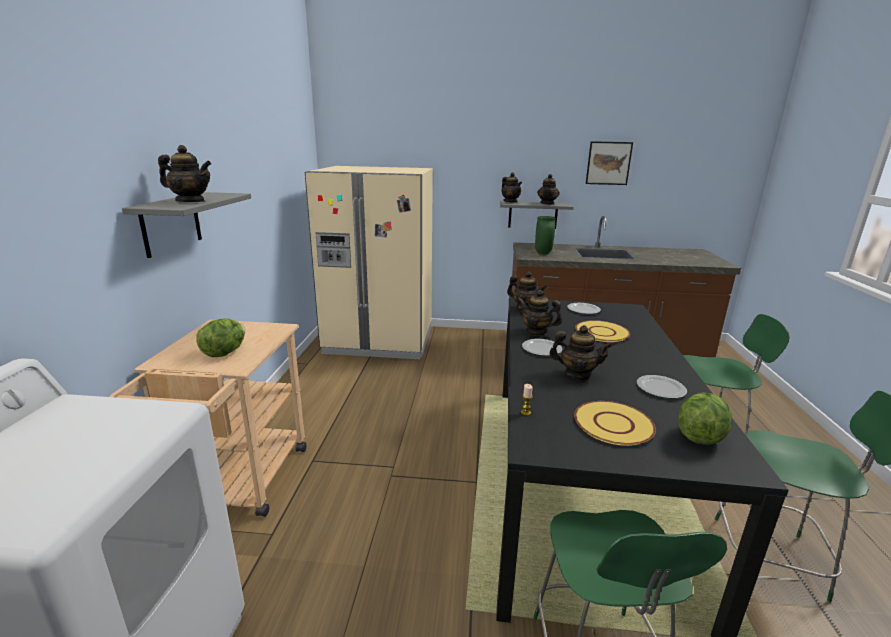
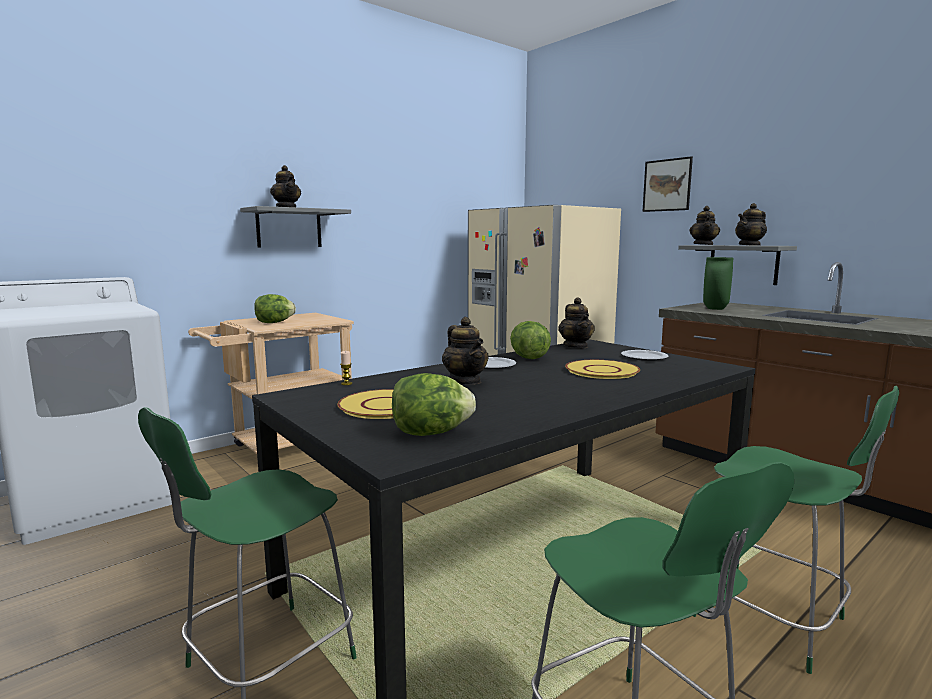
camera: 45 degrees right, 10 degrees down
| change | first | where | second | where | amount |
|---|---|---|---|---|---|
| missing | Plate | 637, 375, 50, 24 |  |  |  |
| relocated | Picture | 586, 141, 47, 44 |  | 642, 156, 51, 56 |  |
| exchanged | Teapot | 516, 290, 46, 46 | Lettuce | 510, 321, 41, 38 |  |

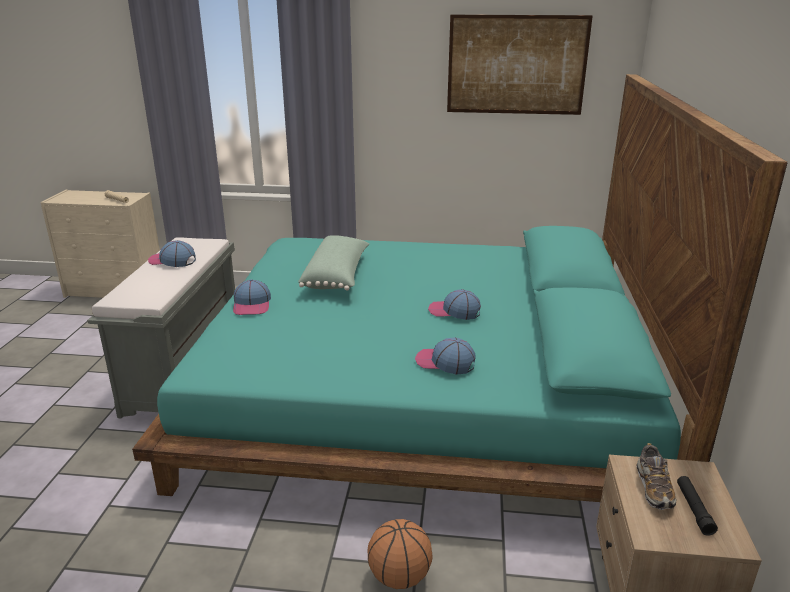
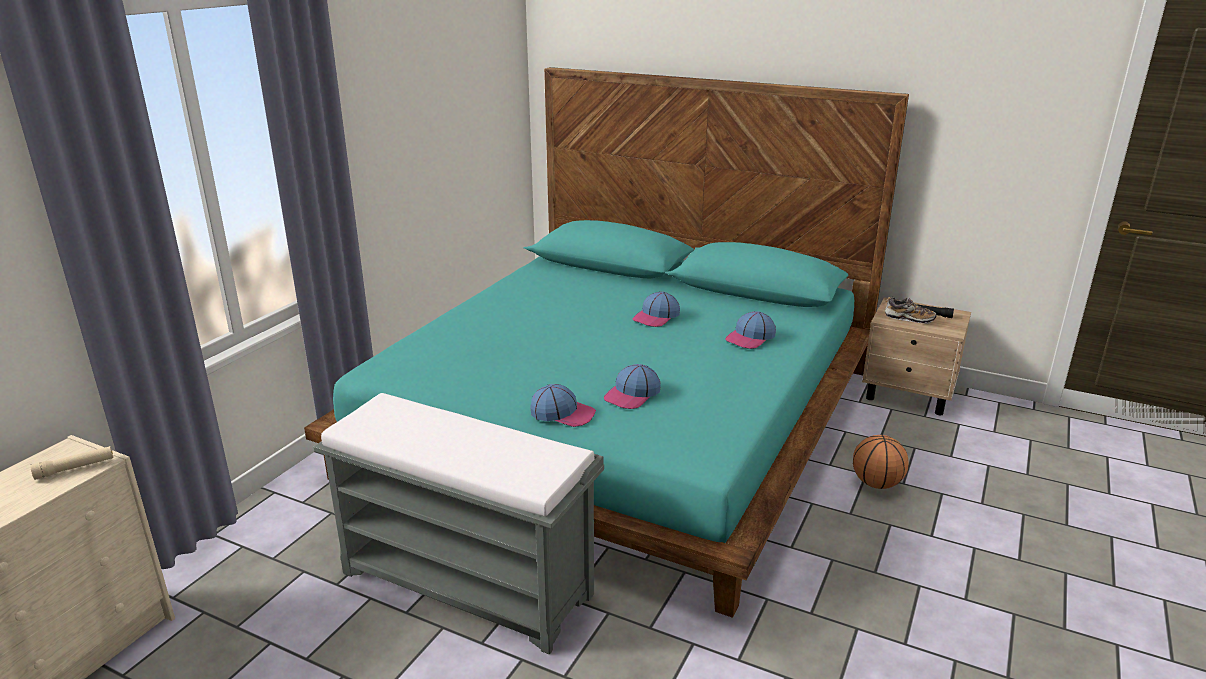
camera: 70 degrees left, 0 degrees up
| change | first | where | second | where | amount |
|---|---|---|---|---|---|
| missing | GreenPillow | 298, 235, 71, 56 |  |  |  |
| missing | Picture | 447, 15, 146, 100 |  |  |  |
| relocated | Cap | 148, 240, 48, 27 |  | 604, 364, 57, 45 |  |

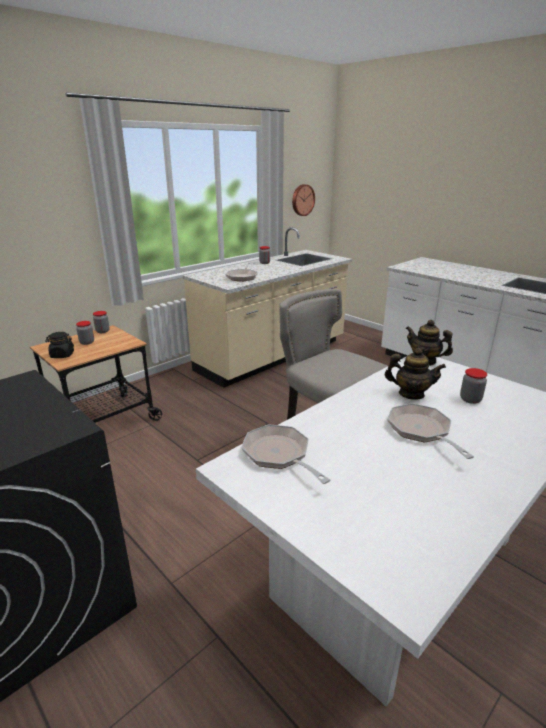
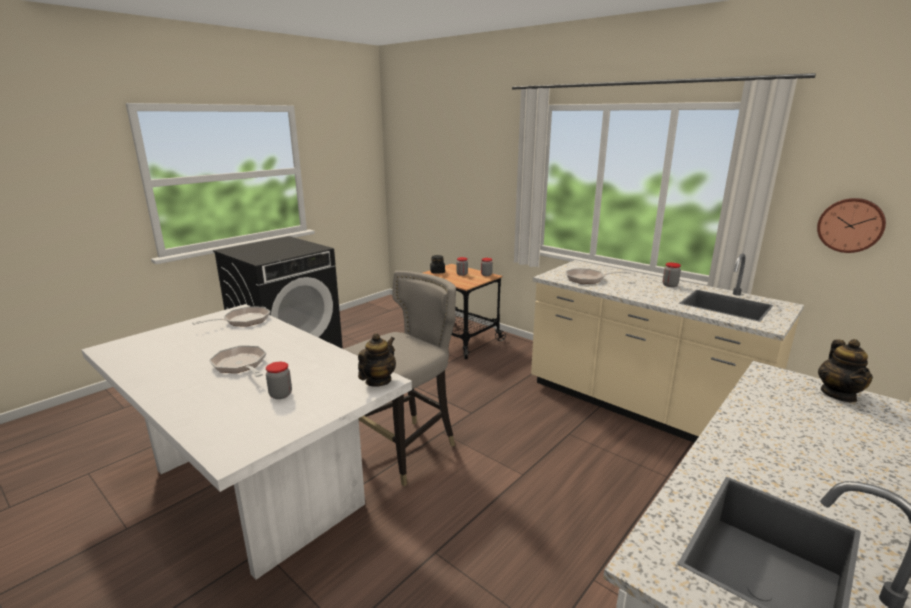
camera: 85 degrees right, 5 degrees down
| change | first | where | second | where | amount |
|---|---|---|---|---|---|
| relocated | Teapot | 385, 348, 61, 52 |  | 818, 339, 55, 64 |  |
| spun | FryingPan | 387, 403, 87, 56 |  | 209, 345, 57, 32 | 105 degrees counterclockwise |

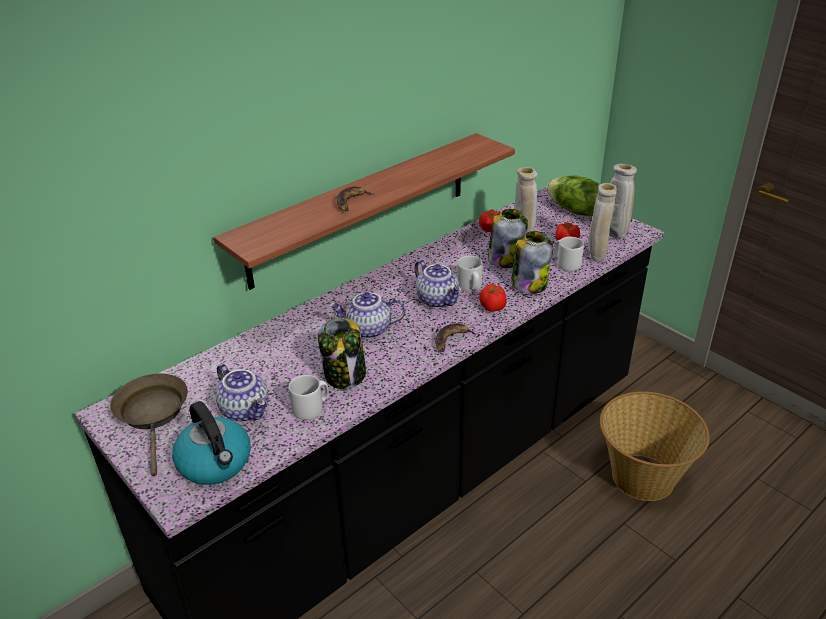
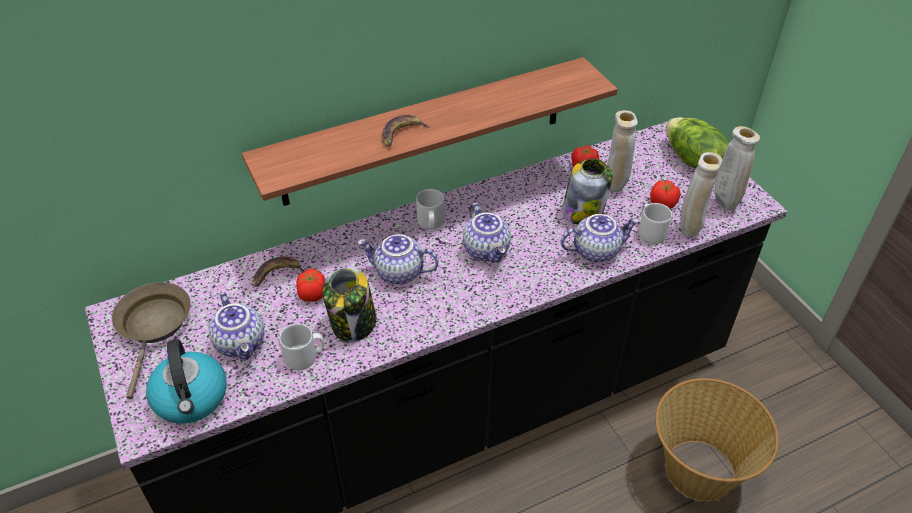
camera: 15 degrees right, 10 degrees up
| change | first | where | second | where | amount |
|---|---|---|---|---|---|
| relocated | Banana | 435, 323, 43, 29 |  | 253, 256, 52, 31 |  |
| relocated | GreyMug | 457, 256, 26, 36 |  | 416, 189, 29, 40 |  |
| relocated | Tomato | 479, 284, 28, 28 |  | 296, 269, 29, 33 |  |
| exchanged | Jar | 511, 231, 42, 63 | Teapot | 560, 214, 79, 49 |  |

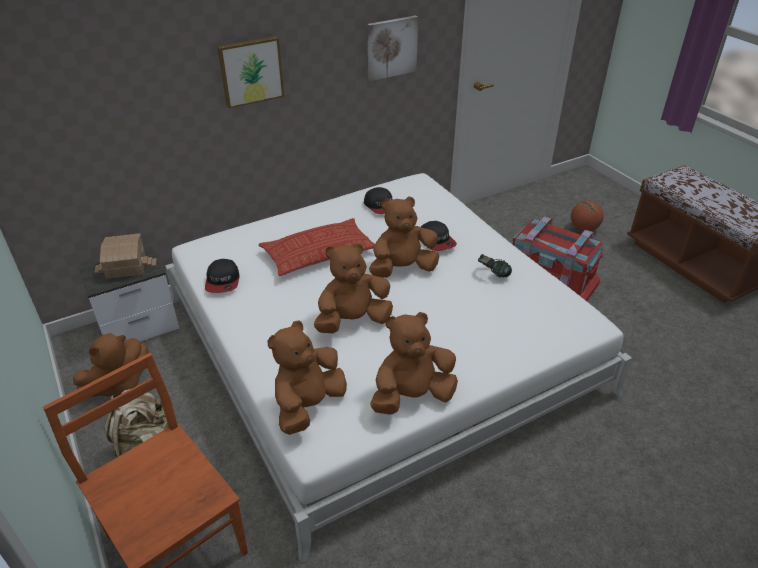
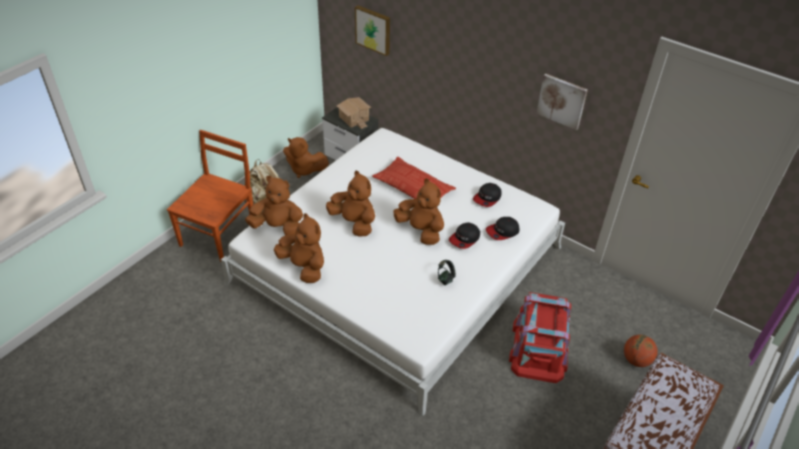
camera: 65 degrees right, 5 degrees up
| change | first | where | second | where | amount |
|---|---|---|---|---|---|
| relocated | Cap | 205, 259, 34, 34 |  | 486, 217, 33, 23 |  |
| relocated | Picture | 217, 36, 67, 73 |  | 355, 5, 35, 51 |  |

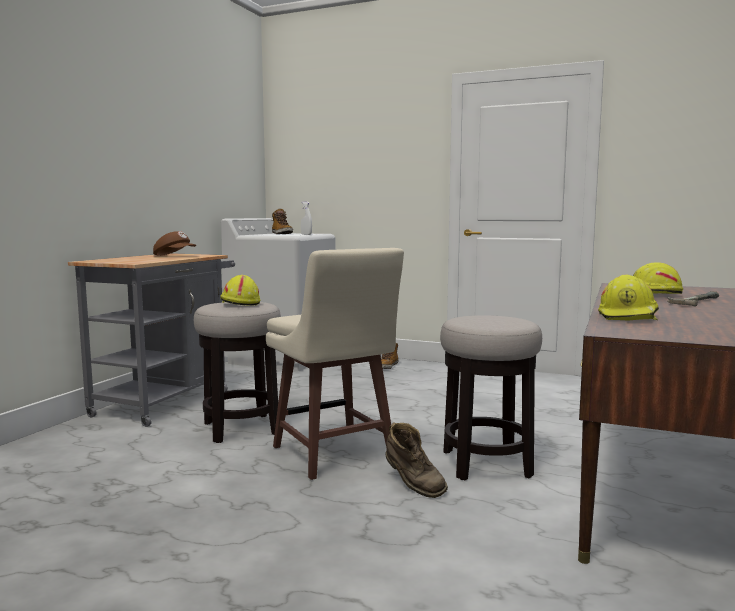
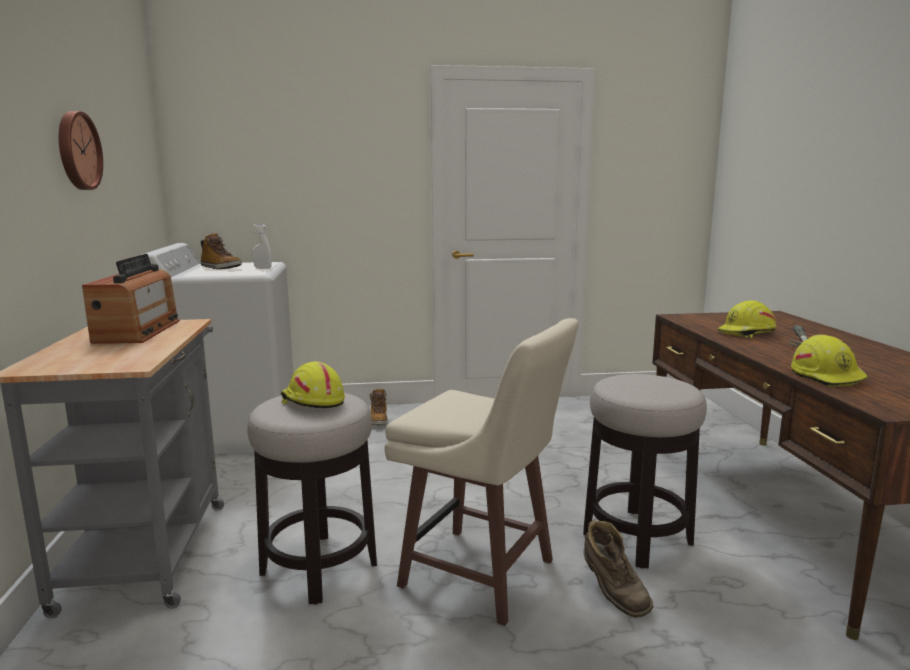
camera: 30 degrees left, 5 degrees up
| change | first | where | second | where | amount |
|---|---|---|---|---|---|
| appeared |  |  | WallClock | 59, 111, 44, 79 |  |
| exchanged | BrownCap | 153, 231, 43, 25 | Radio | 82, 254, 98, 90 |  |
| spun | BrownBoot | 386, 422, 62, 76 |  | 584, 519, 69, 99 | 45 degrees clockwise |

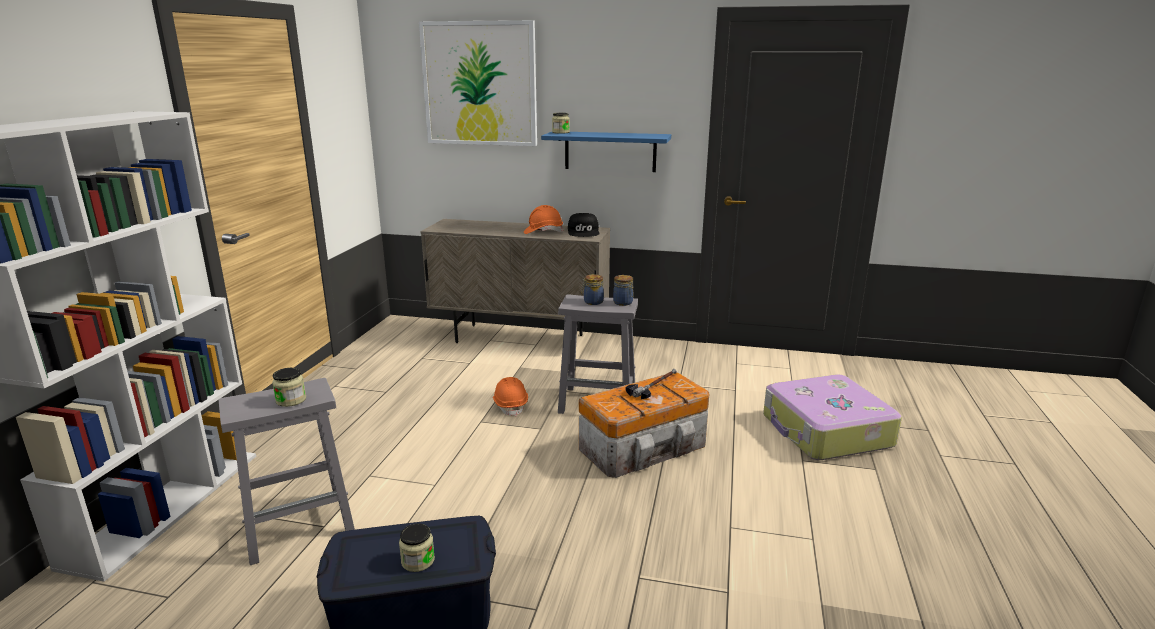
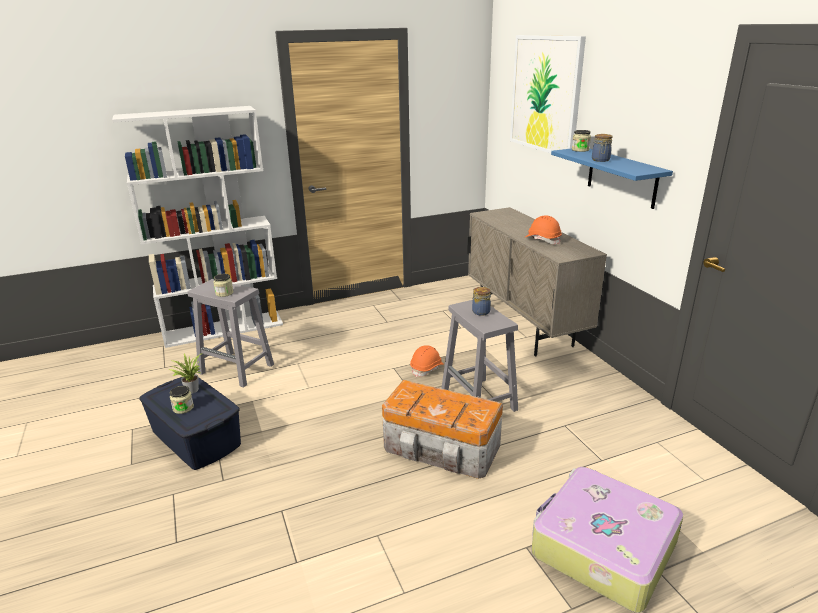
camera: 55 degrees right, 5 degrees up
| change | first | where | second | where | amount |
|---|---|---|---|---|---|
| missing | BlackCap | 568, 213, 32, 24 |  |  |  |
| missing | Hammer | 626, 369, 51, 30 |  |  |  |
| appeared |  |  | PottedPlant | 169, 353, 33, 41 |  |
| relocated | Jar | 613, 275, 21, 31 |  | 592, 134, 21, 28 |  |

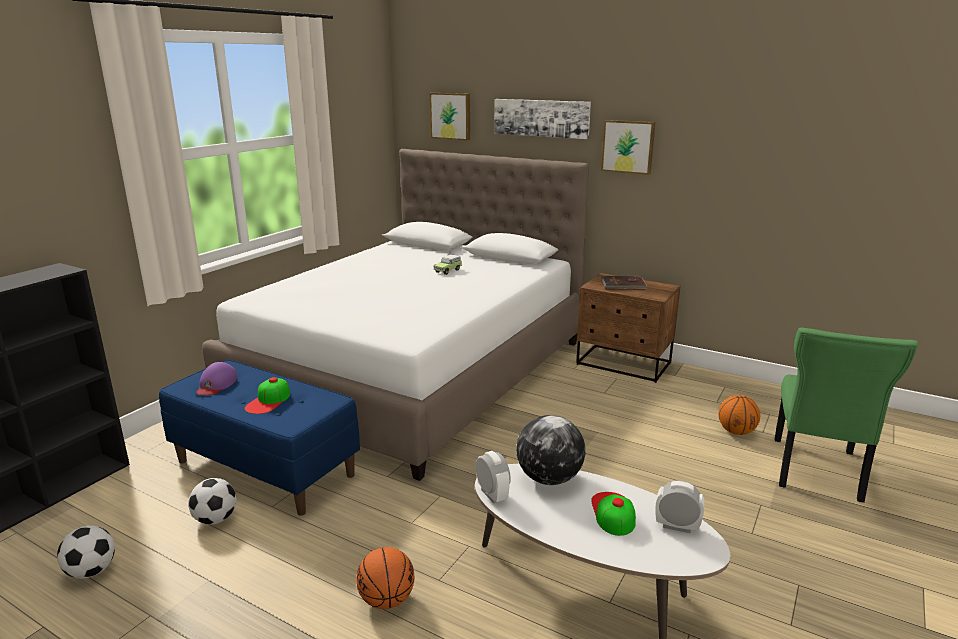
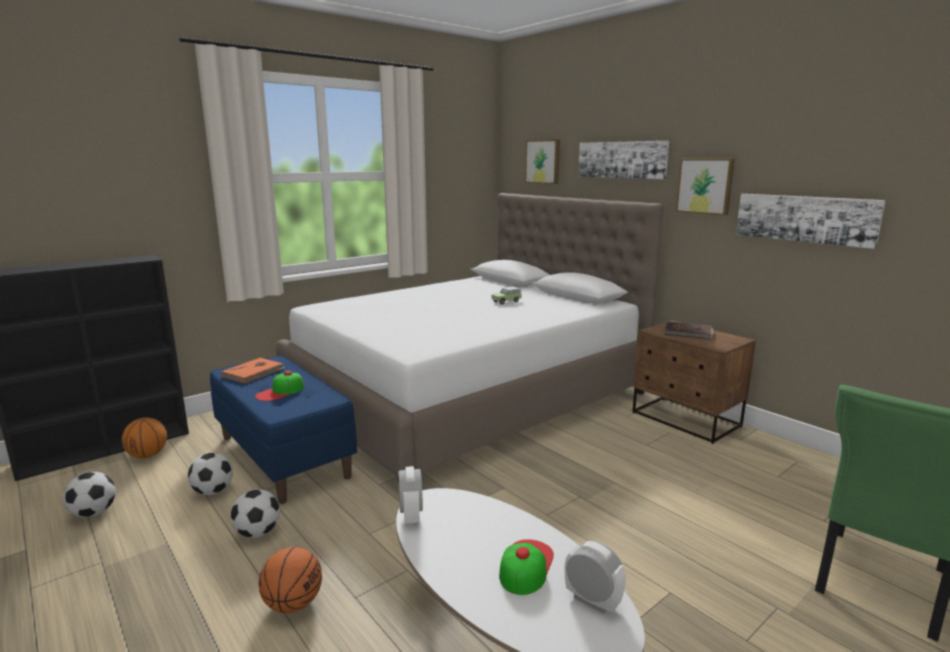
camera: 20 degrees right, 5 degrees down
| change | first | where | second | where | amount |
|---|---|---|---|---|---|
| missing | Globe | 516, 415, 69, 70 |  |  |  |
| appeared |  |  | Football | 231, 489, 49, 49 |  |
| appeared |  |  | Picture | 736, 194, 150, 55 |  |
| relocated | Basketball | 718, 395, 42, 40 |  | 121, 417, 46, 41 |  |
| exchanged | PurpleCap | 196, 362, 41, 33 | OrangeBook | 222, 358, 63, 25 |  |

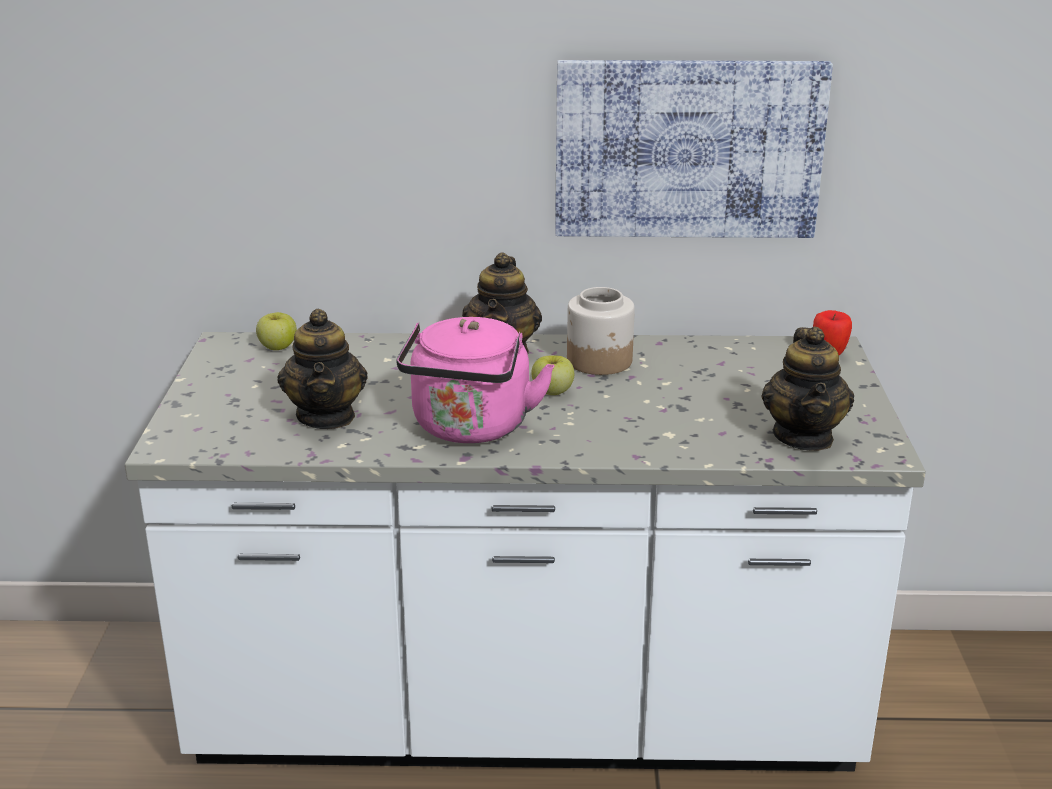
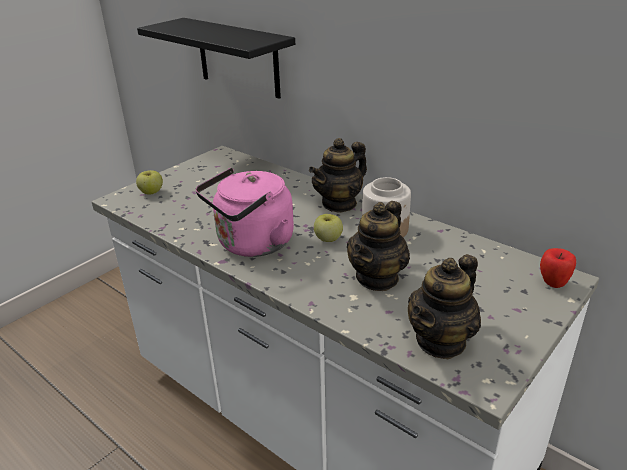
camera: 40 degrees right, 5 degrees up
| change | first | where | second | where | amount |
|---|---|---|---|---|---|
| missing | Picture | 555, 60, 278, 178 |  |  |  |
| appeared |  |  | BlackShelf | 137, 18, 158, 81 |  |
| relocated | Apple | 256, 312, 41, 38 |  | 136, 170, 27, 25 |  |
| relocated | Teapot | 277, 309, 91, 120 |  | 347, 201, 63, 90 |  |

